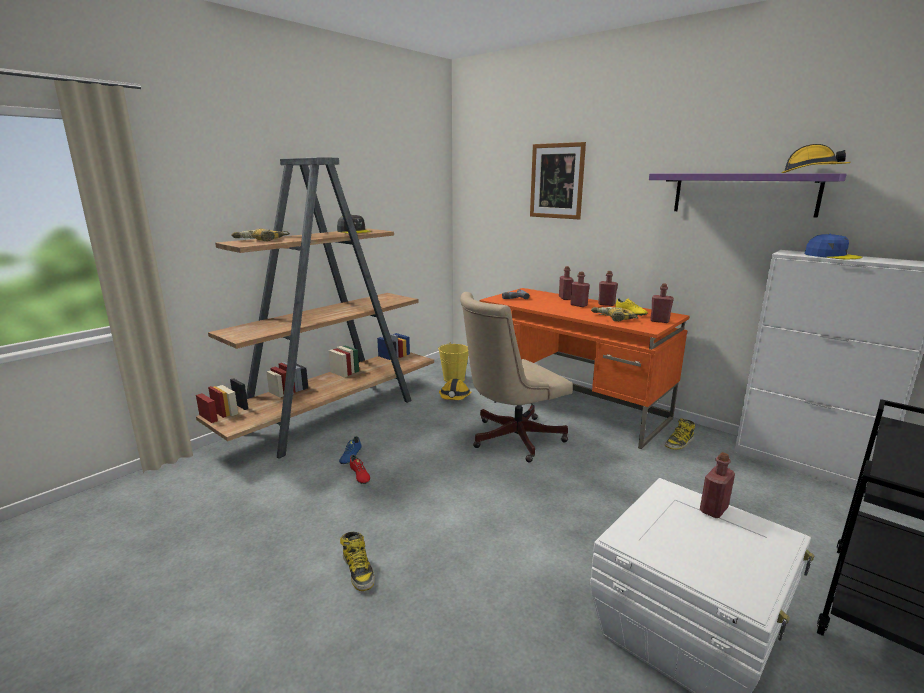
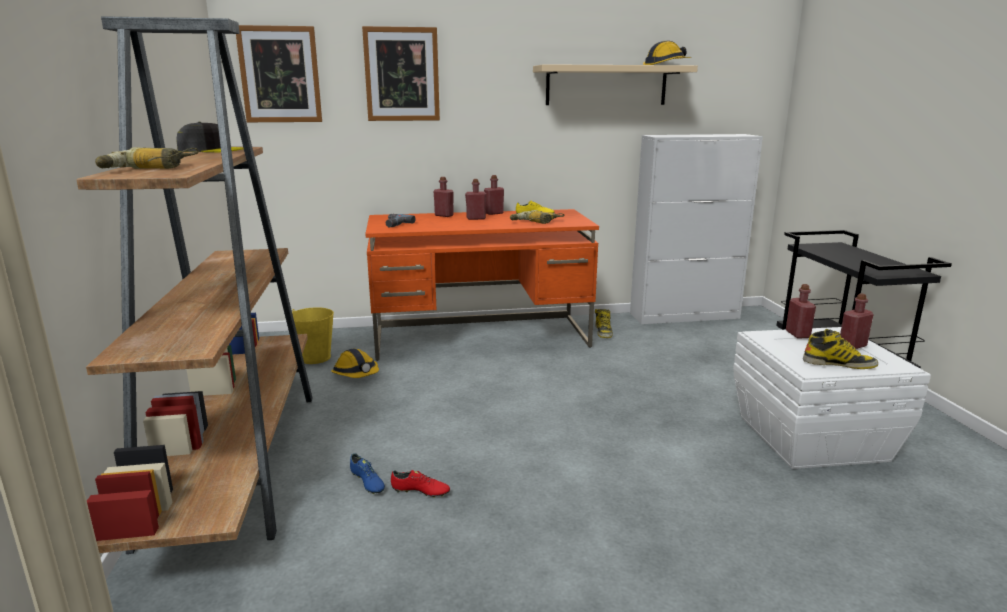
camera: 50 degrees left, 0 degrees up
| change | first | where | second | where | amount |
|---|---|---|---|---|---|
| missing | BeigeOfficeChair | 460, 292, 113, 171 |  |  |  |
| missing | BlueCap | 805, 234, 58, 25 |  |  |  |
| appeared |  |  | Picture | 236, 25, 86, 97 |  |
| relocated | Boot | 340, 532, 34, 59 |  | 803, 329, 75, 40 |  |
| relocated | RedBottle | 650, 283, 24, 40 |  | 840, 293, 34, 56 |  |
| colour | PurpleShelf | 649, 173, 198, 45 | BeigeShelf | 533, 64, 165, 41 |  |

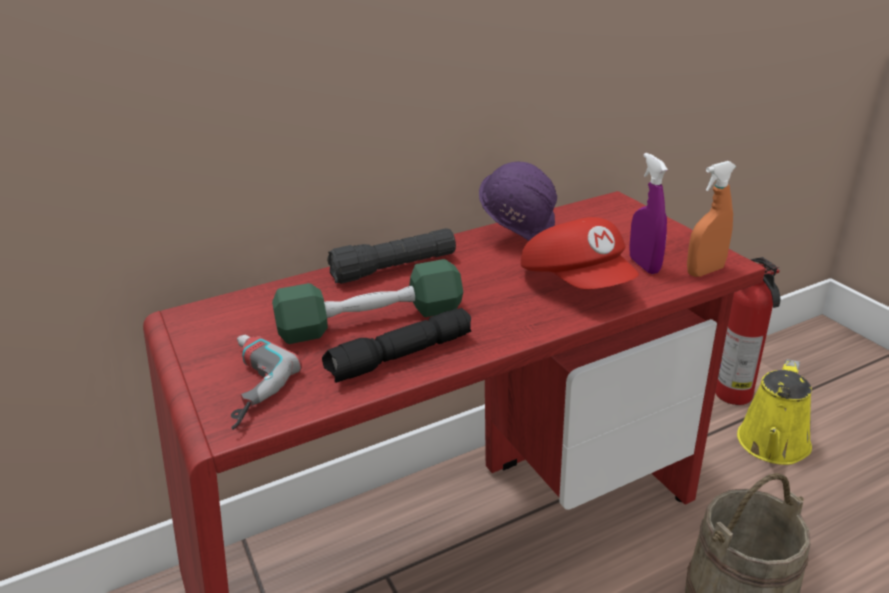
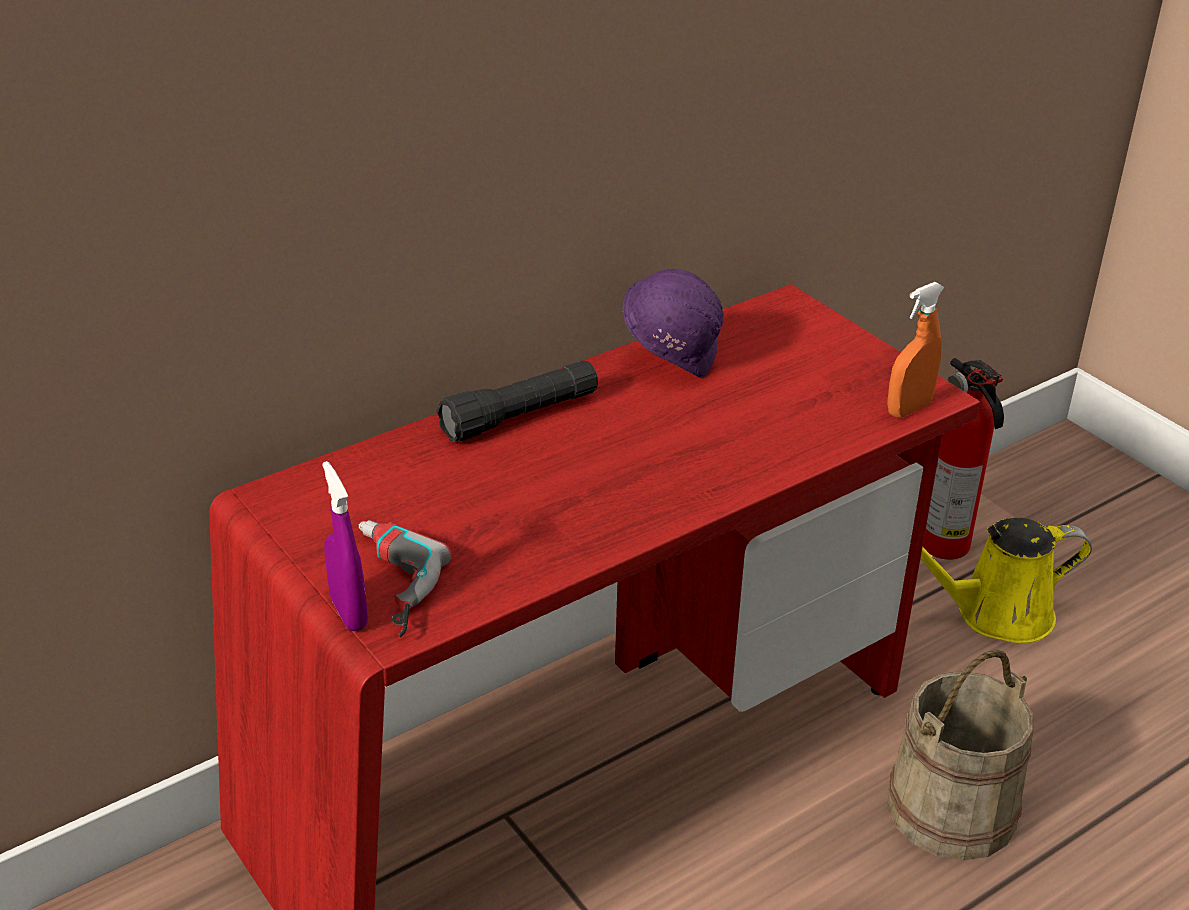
camera: 10 degrees left, 5 degrees up
| change | first | where | second | where | amount |
|---|---|---|---|---|---|
| missing | GreenDumbbell | 272, 259, 191, 85 |  |  |  |
| missing | BlackFlashlight | 322, 308, 149, 75 |  |  |  |
| missing | RedCap | 521, 217, 118, 72 |  |  |  |
| relocated | PurpleSprayBottle | 629, 153, 39, 121 |  | 322, 461, 46, 170 |  |
| spun | YellowWateringCan | 737, 359, 75, 106 |  | 921, 518, 171, 126 | 60 degrees clockwise |

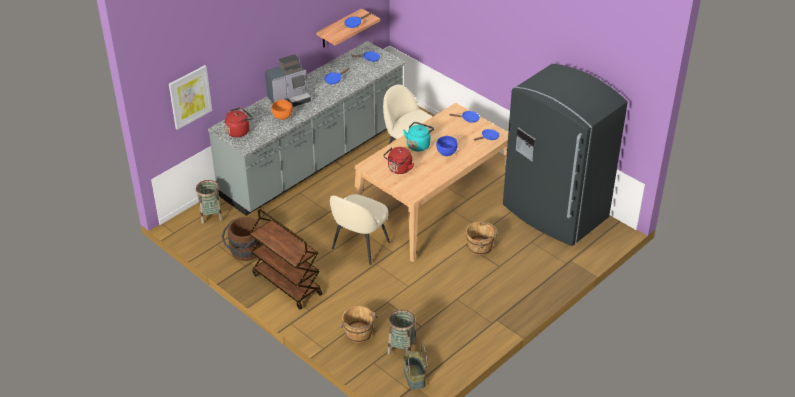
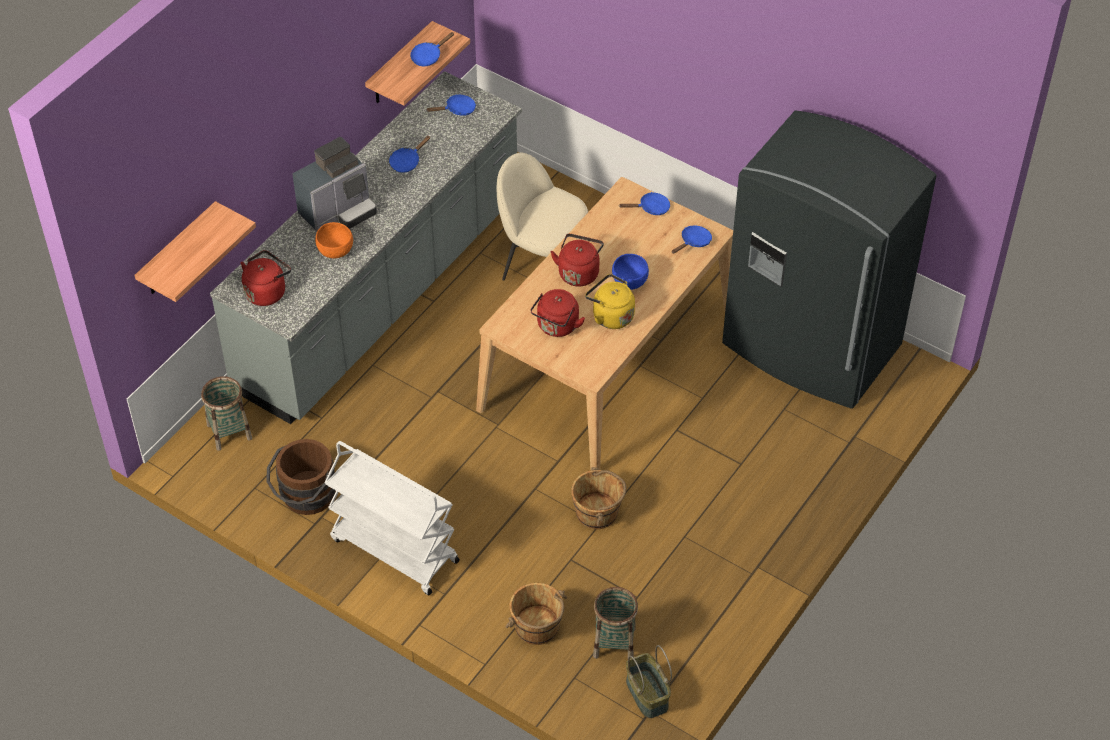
camera: 10 degrees left, 10 degrees up
| change | first | where | second | where | amount |
|---|---|---|---|---|---|
| missing | BeigeChair | 330, 194, 60, 71 |  |  |  |
| appeared |  |  | YellowKettle | 585, 274, 50, 55 |  |
| relocated | BrownBucket | 466, 220, 31, 35 |  | 571, 467, 55, 62 |  |
| exchanged | Picture | 169, 65, 43, 65 | Shelf | 135, 201, 121, 101 |  |
| colour | BrownCart | 249, 209, 74, 101 | WhiteCart | 324, 441, 136, 154 |  |
| colour | TurquoiseKettle | 403, 122, 31, 30 | RedKettle | 551, 234, 53, 52 |  |

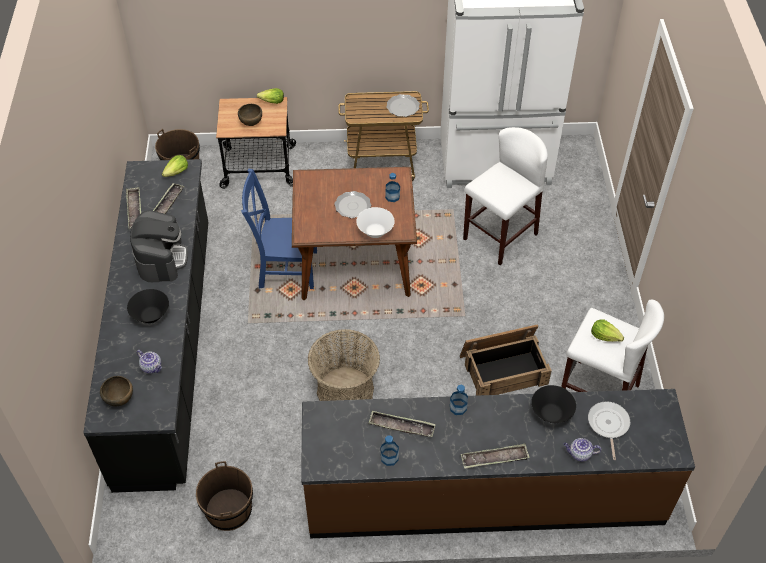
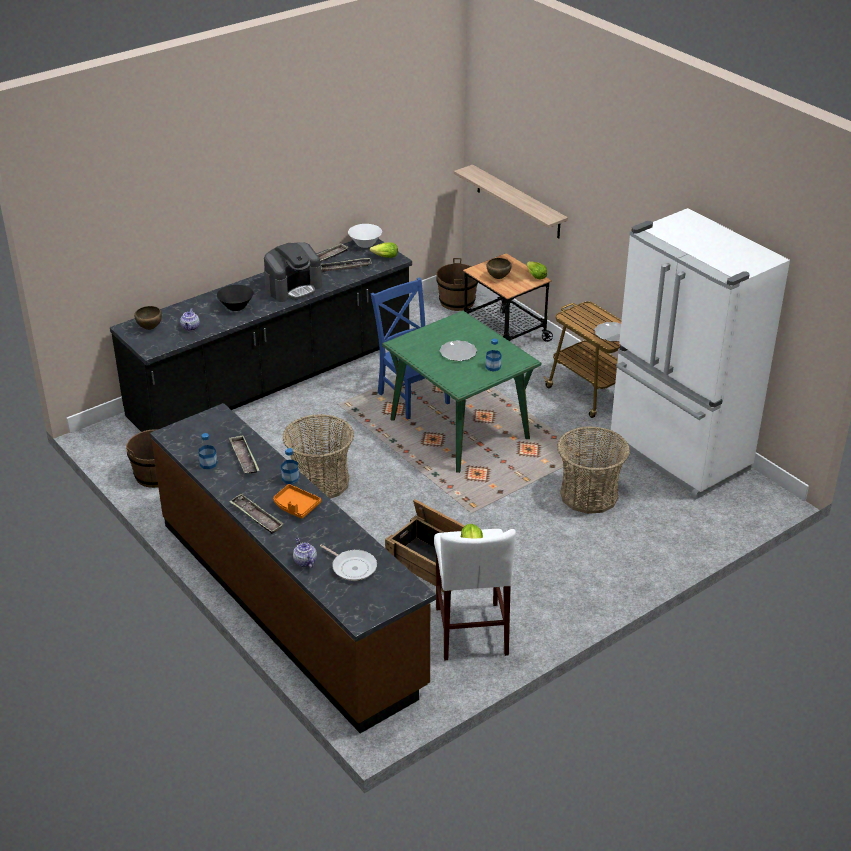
camera: 55 degrees right, 15 degrees down
| change | first | where | second | where | amount |
|---|---|---|---|---|---|
| missing | BlackBowl | 531, 385, 45, 38 |  |  |  |
| appeared |  |  | OrangeTray | 273, 484, 48, 35 |  |
| appeared |  |  | Shelf | 454, 165, 114, 73 |  |
| relocated | WhiteBowl | 356, 207, 39, 31 |  | 348, 224, 34, 24 |  |
| exchanged | WhiteStool | 463, 127, 85, 138 | Basket | 557, 426, 73, 88 |  |
| colour | BrownDiningTable | 292, 167, 125, 133 | GreenDiningTable | 382, 311, 159, 162 |  |
| spun | FryingPan | 588, 401, 42, 59 |  | 320, 544, 57, 37 | 75 degrees clockwise |

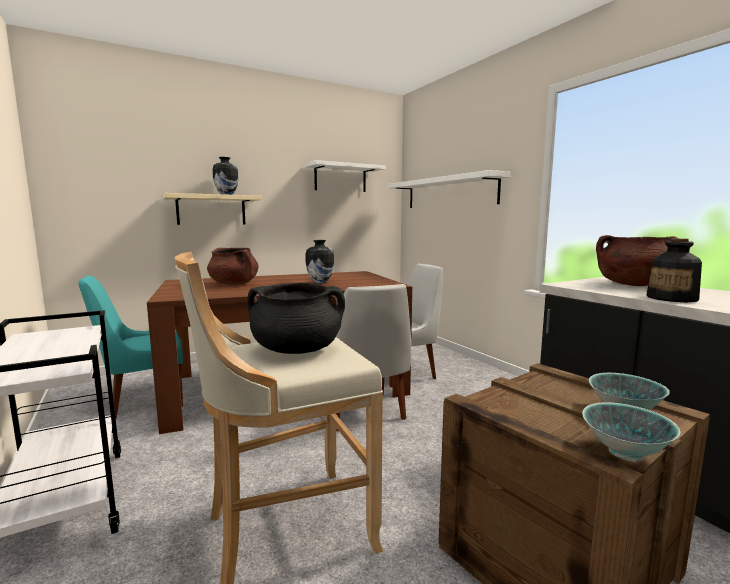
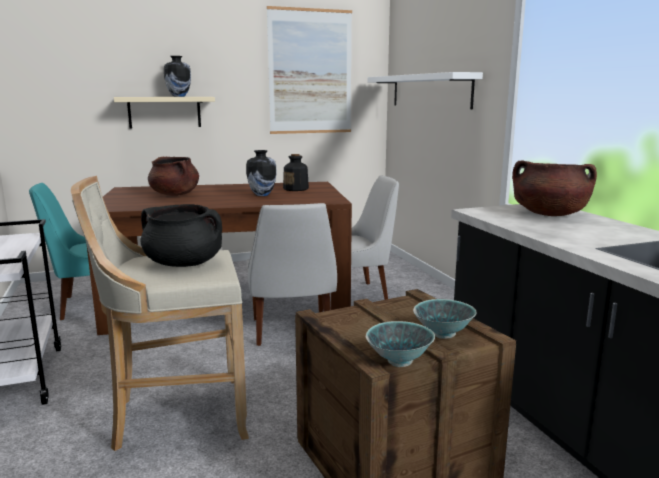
camera: 10 degrees right, 5 degrees up
| change | first | where | second | where | amount |
|---|---|---|---|---|---|
| relocated | Bottle | 647, 238, 55, 65 |  | 283, 154, 26, 37 |  |
| exchanged | WhiteShelf | 305, 160, 80, 32 | Picture | 267, 6, 85, 128 |  |

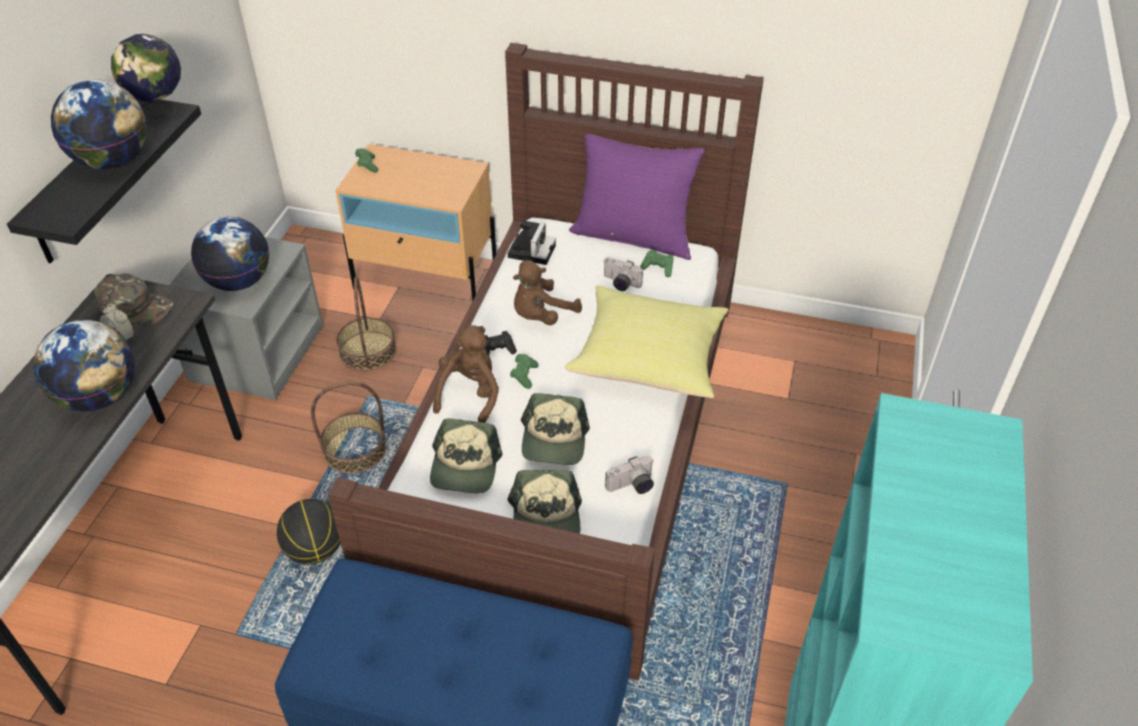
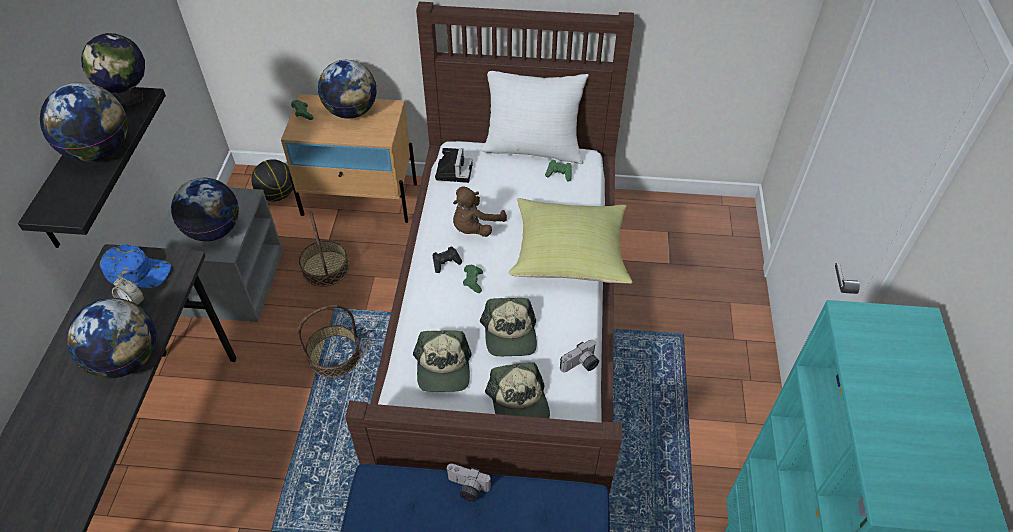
camera: 10 degrees left, 5 degrees up
| change | first | where | second | where | amount |
|---|---|---|---|---|---|
| missing | BrownPlushToy | 433, 325, 66, 98 |  |  |  |
| appeared |  |  | Globe | 318, 60, 59, 59 |  |
| relocated | Basketball | 277, 499, 64, 66 |  | 251, 159, 42, 42 |  |
| relocated | PhotoCamera | 603, 257, 40, 34 |  | 446, 463, 45, 39 |  |
| colour | GreenCap | 94, 273, 80, 52 | BlueCap | 100, 244, 71, 44 |  |
| colour | PurplePillow | 569, 134, 136, 126 | WhitePillow | 480, 71, 109, 93 |  |

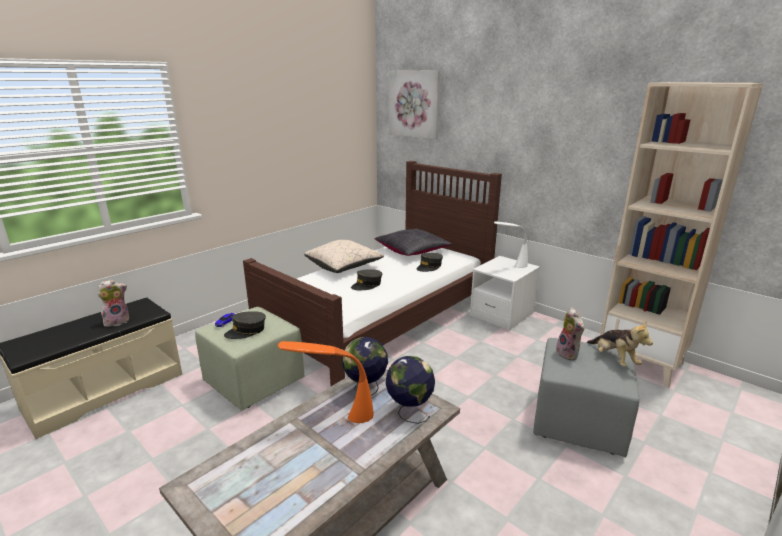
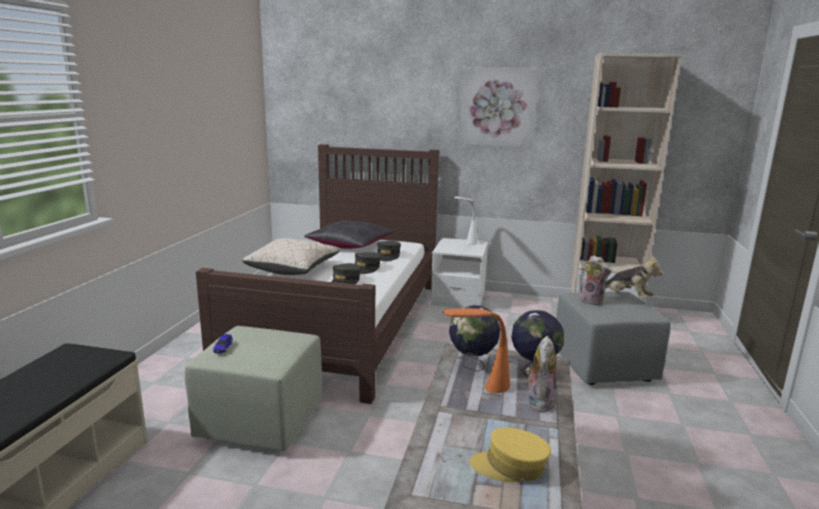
camera: 30 degrees left, 5 degrees down
| change | first | where | second | where | amount |
|---|---|---|---|---|---|
| appeared |  |  | YellowCap | 470, 427, 81, 55 |  |
| relocated | PlushToy | 98, 279, 31, 48 |  | 525, 336, 32, 77 |  |
| relocated | GreyCap | 224, 311, 42, 28 |  | 355, 252, 26, 22 |  |
| relocated | Picture | 389, 70, 51, 69 |  | 457, 67, 82, 81 |  |

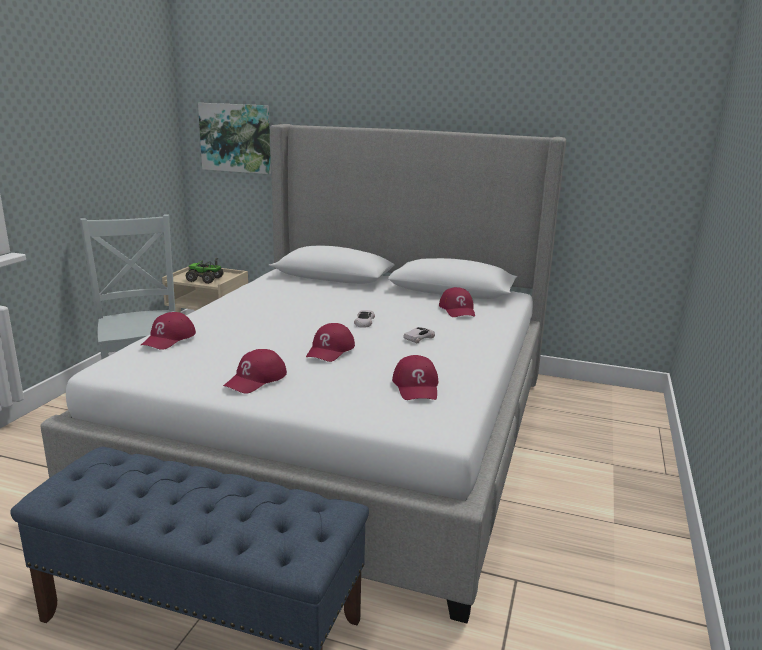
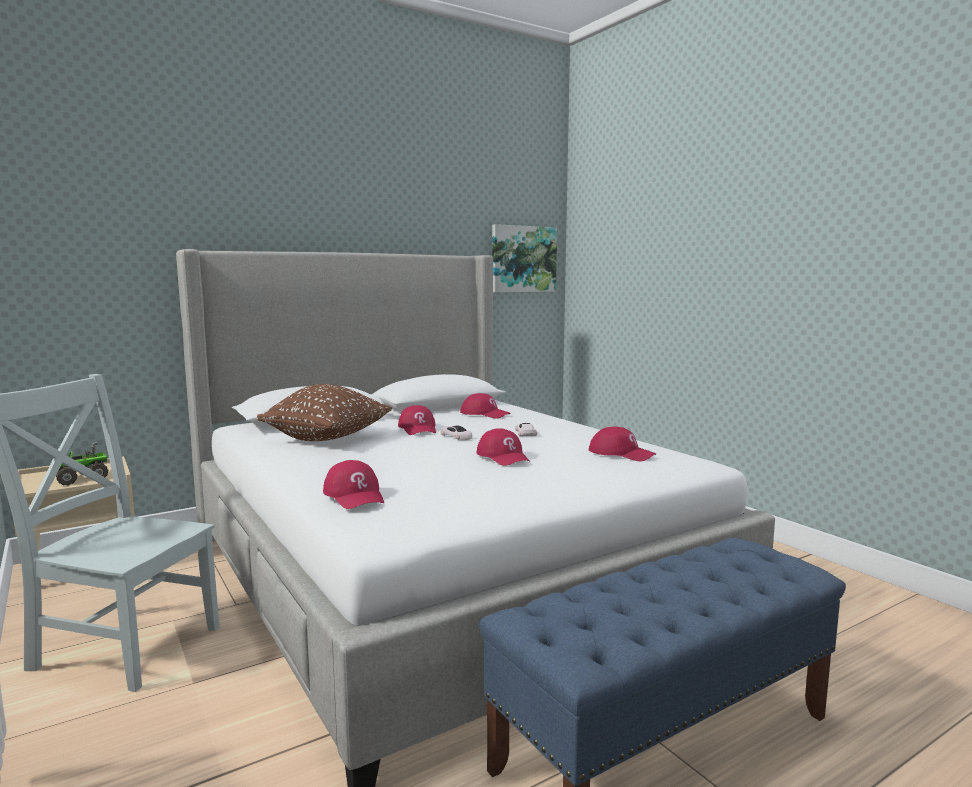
camera: 50 degrees left, 10 degrees down
| change | first | where | second | where | amount |
|---|---|---|---|---|---|
| appeared |  |  | BrownPillow | 257, 384, 135, 57 |  |
| relocated | Picture | 198, 103, 73, 71 |  | 492, 224, 65, 68 |  |
| relocated | RedCap | 223, 349, 64, 45 |  | 398, 405, 38, 30 |  |

